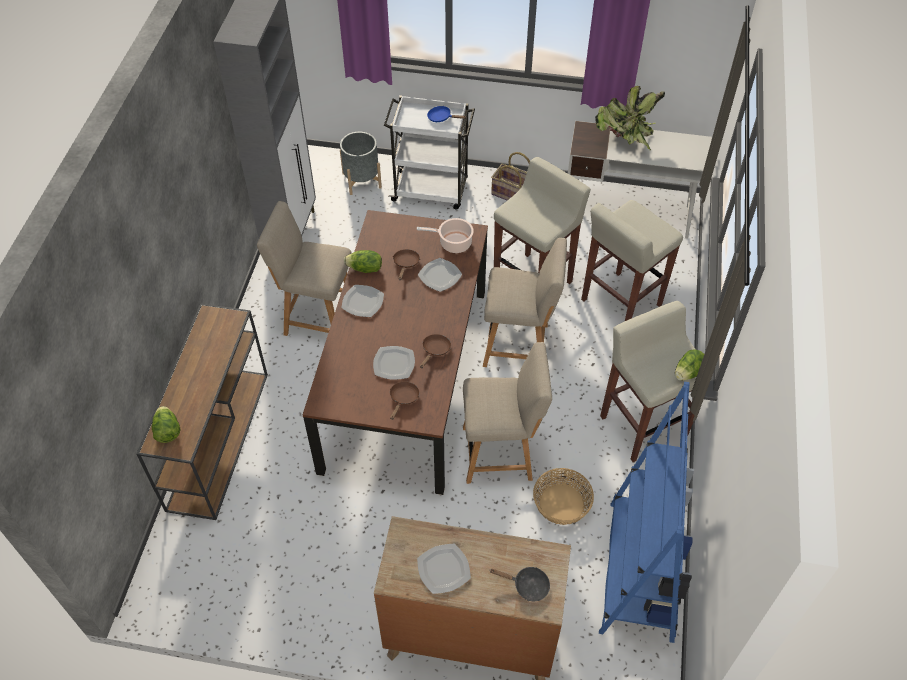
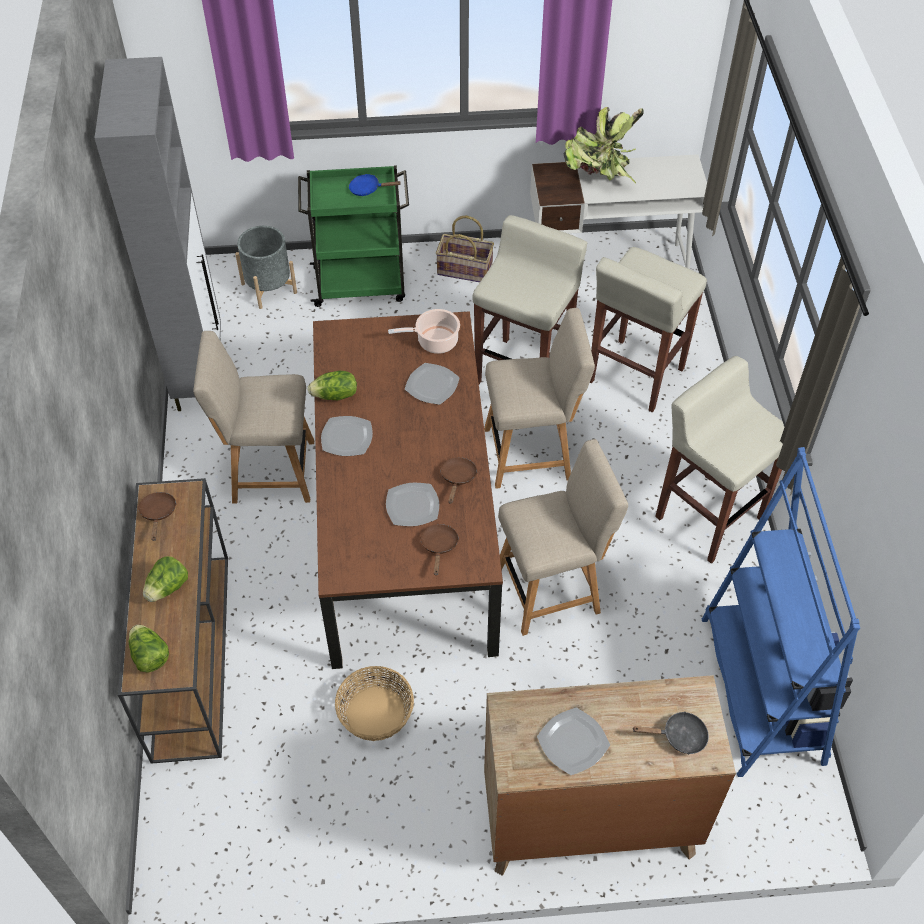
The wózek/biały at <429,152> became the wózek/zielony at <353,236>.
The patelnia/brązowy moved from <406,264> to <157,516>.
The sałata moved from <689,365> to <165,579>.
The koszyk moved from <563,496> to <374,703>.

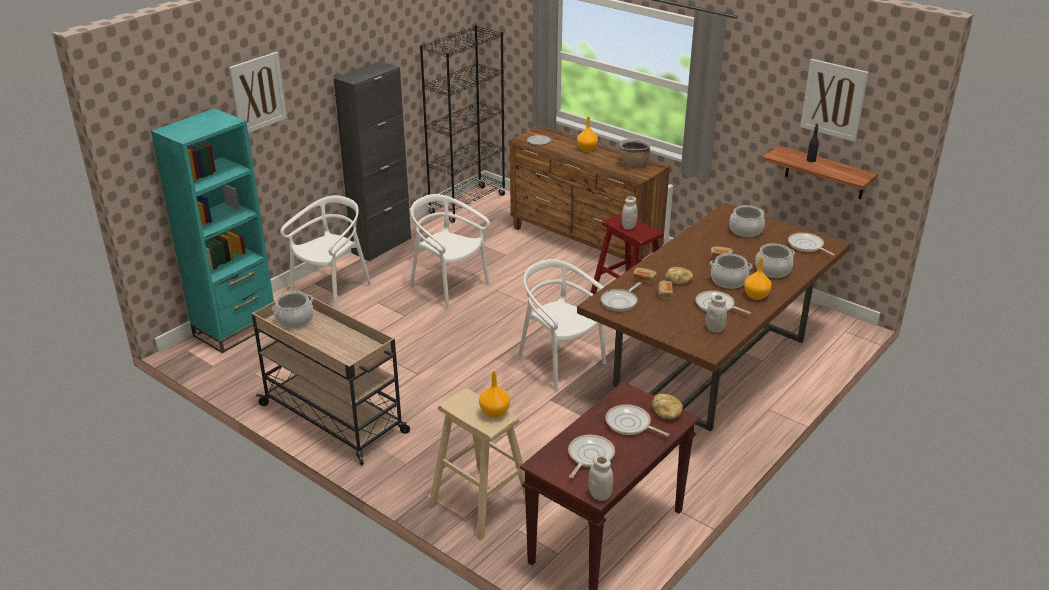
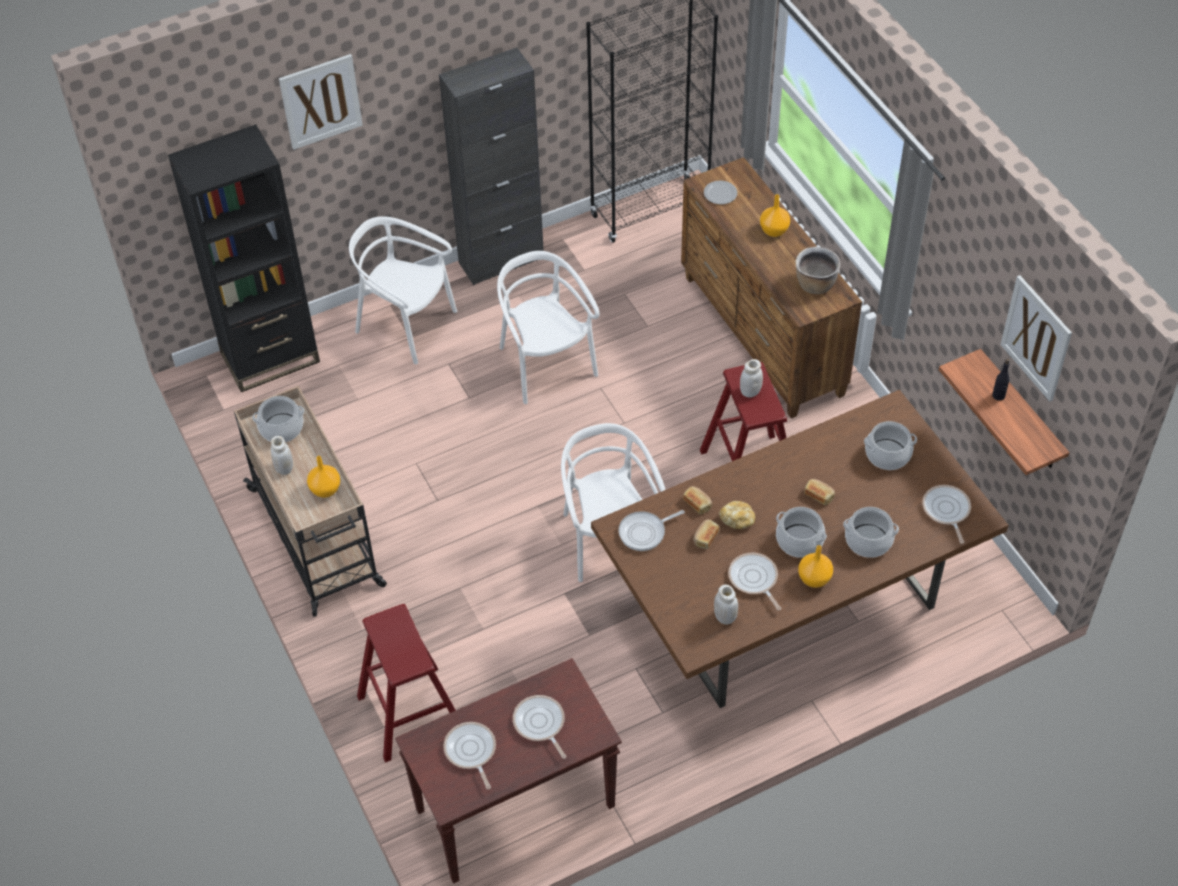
The regał/turkusowy at <212,230> became the regał/czarny at <244,258>.
The krzesło/biały at <325,252> turned 120 degrees counterclockwise.
The wazon/pomarańczowy moved from <494,394> to <323,477>.
The stołek/beżowy at <477,464> became the stołek/czerwony at <406,683>.
The chleb at <667,406> disappeared.
The patelnia at <591,456> turned 75 degrees counterclockwise.
The słoik/biały moved from <601,478> to <282,455>.

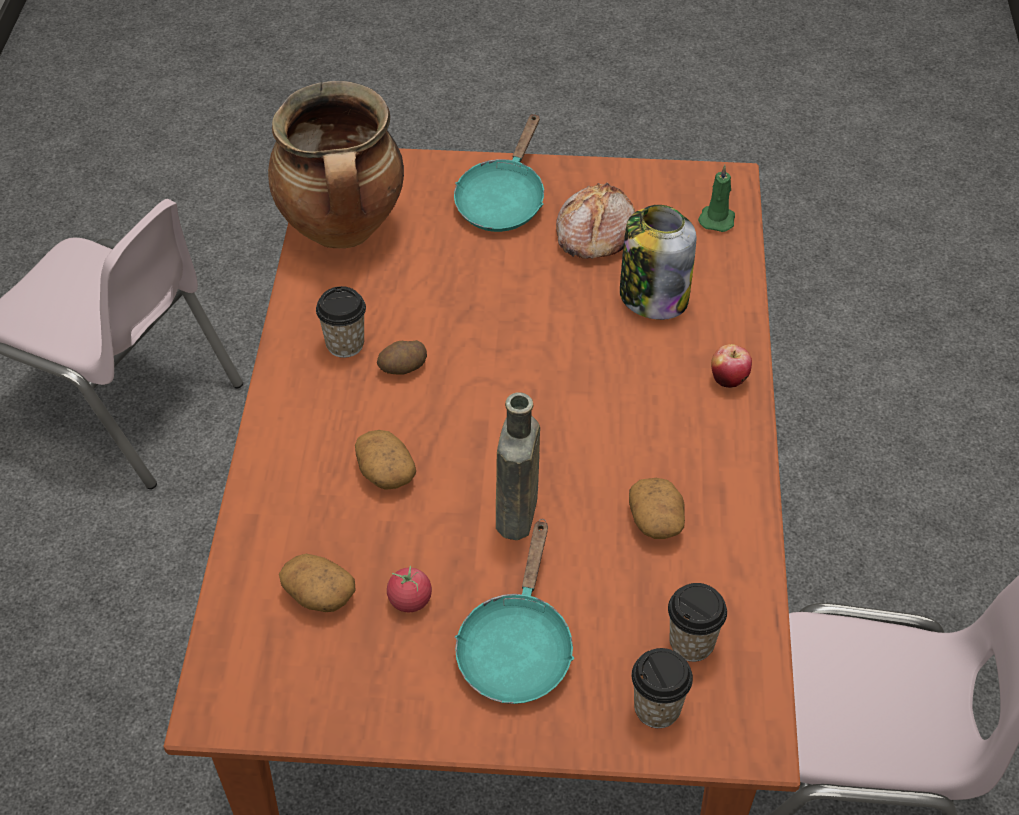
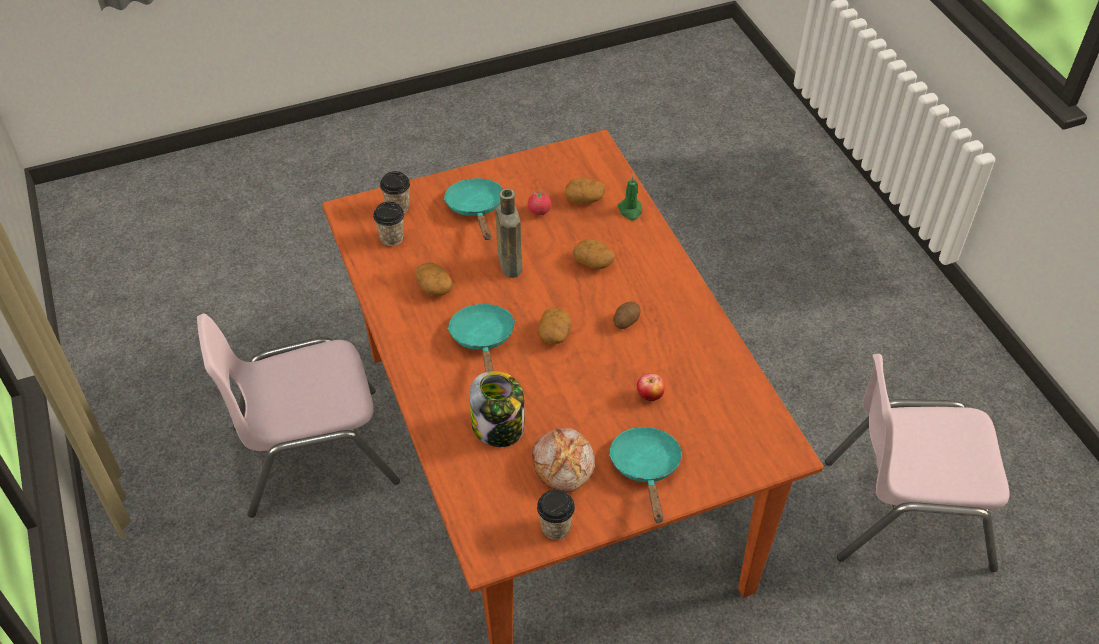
The garnek at <336,164> disappeared.
The świeca/zielony moved from <716,198> to <630,198>.
The filiżanka moved from <341,322> to <556,514>.
The jabłko moved from <731,366> to <651,387>.
The patelnia/turkusowy at <481,338> appeared.
The ziemniak at <555,326> appeared.

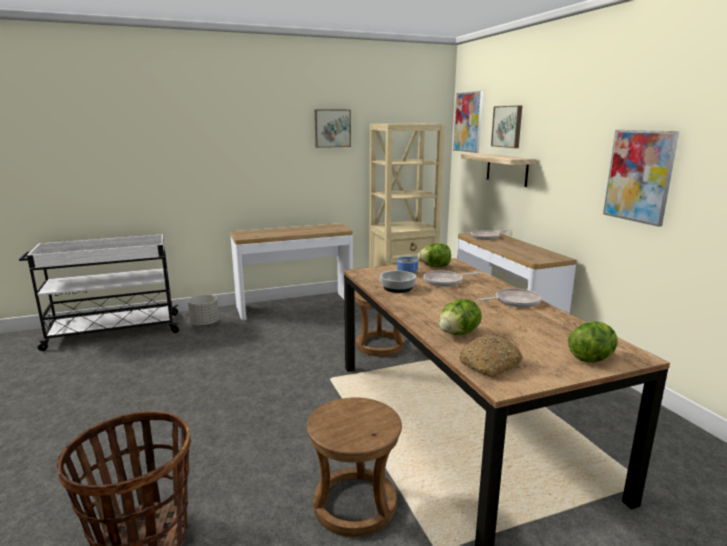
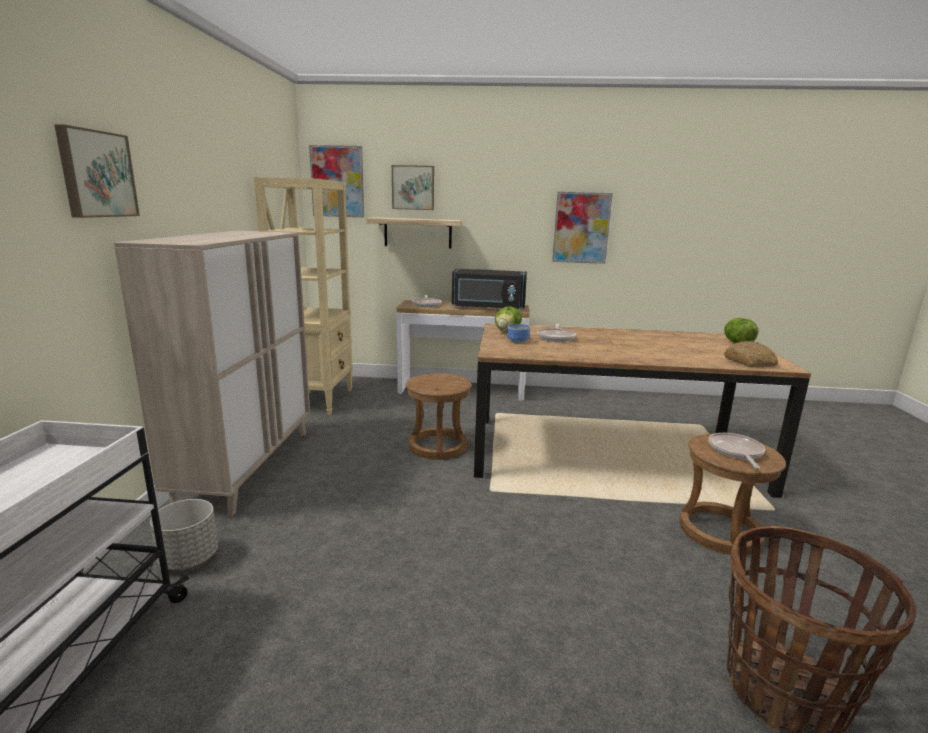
The obraz moved from <332,128> to <97,171>.
The stolik konsolowy at <291,271> was replaced by the szafka/beżowy at <212,374>.
The miska at <398,282> disappeared.
The patelnia moved from <509,298> to <737,451>.
The sałata at <460,317> disappeared.
The mikrofalówka/czarny at <489,289> appeared.

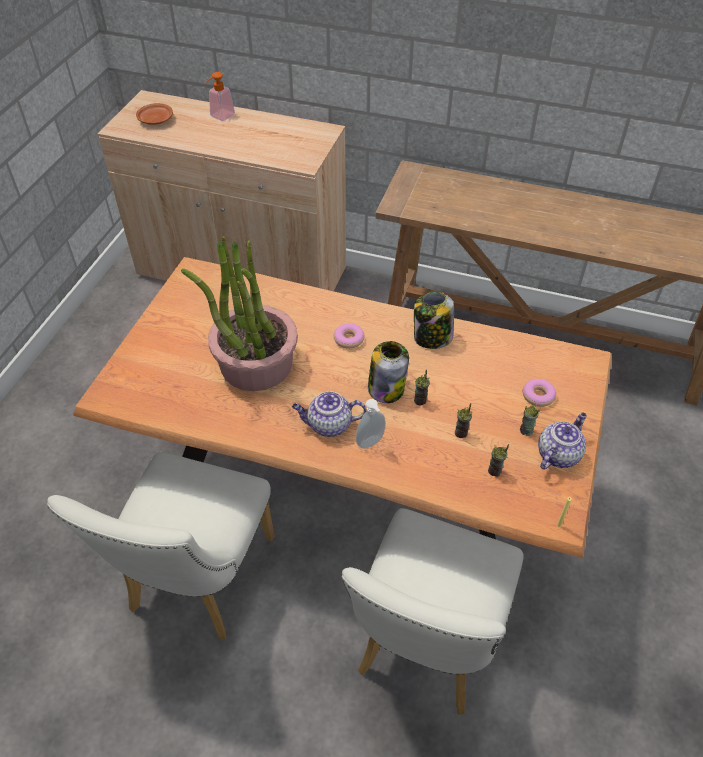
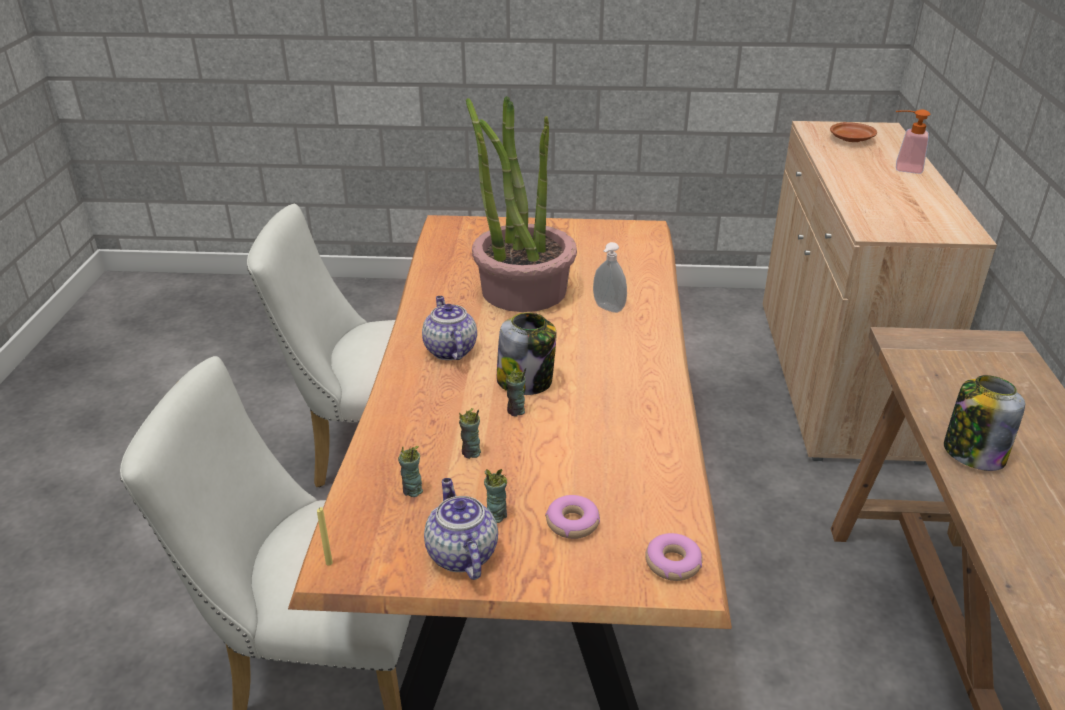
The słoik moved from <434,320> to <984,423>.
The donut moved from <349,336> to <674,557>.
The dozownik mydła moved from <371,424> to <610,277>.
The imbryk at <562,441> turned 135 degrees counterclockwise.

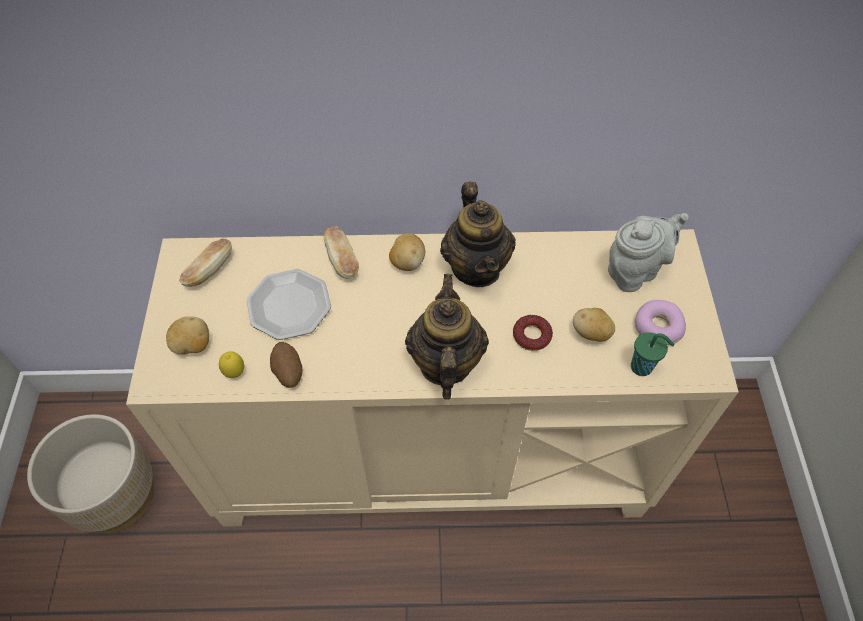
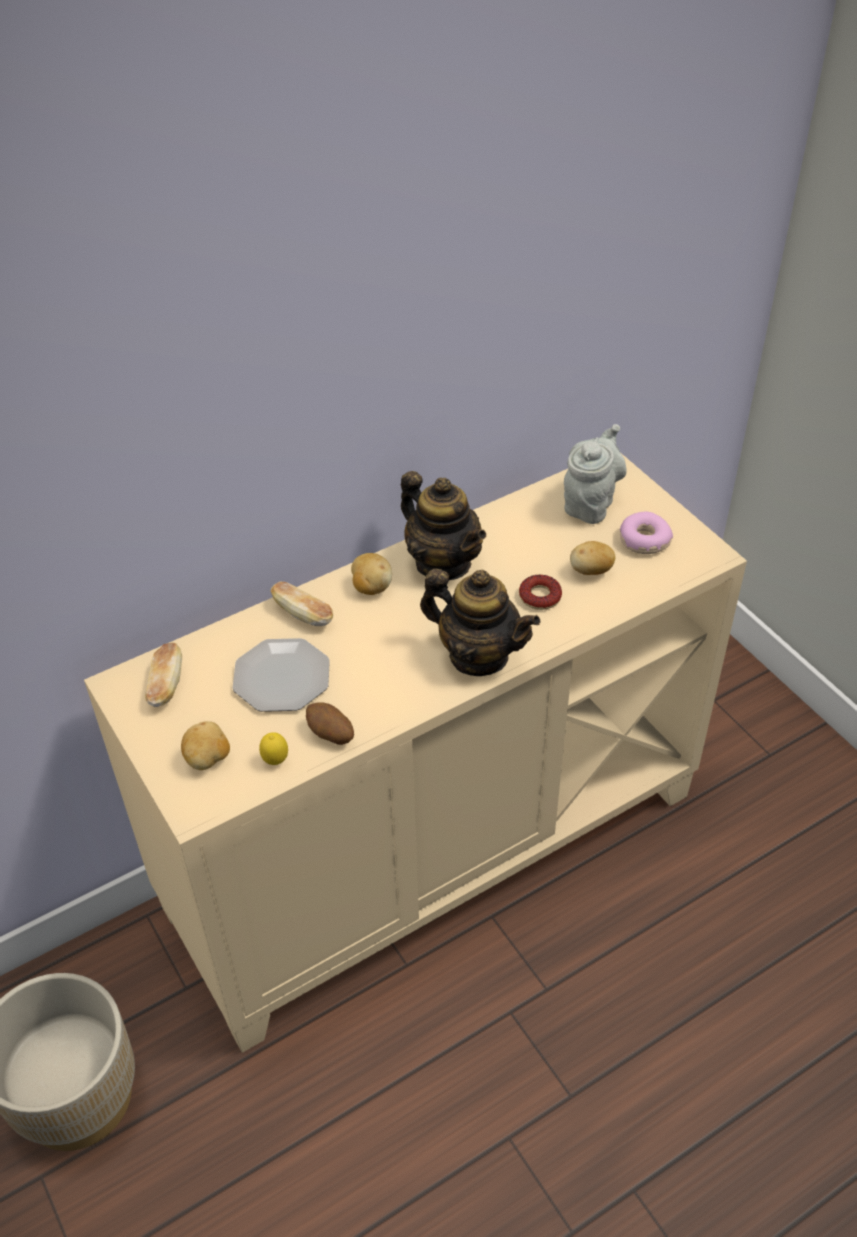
The imbryk at <447,337> turned 150 degrees clockwise.
The filiżanka/zielony at <653,354> disappeared.

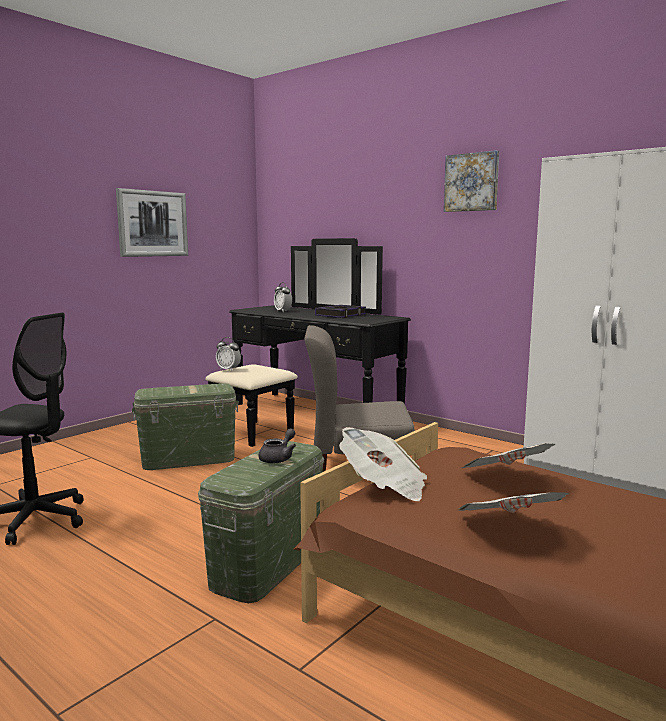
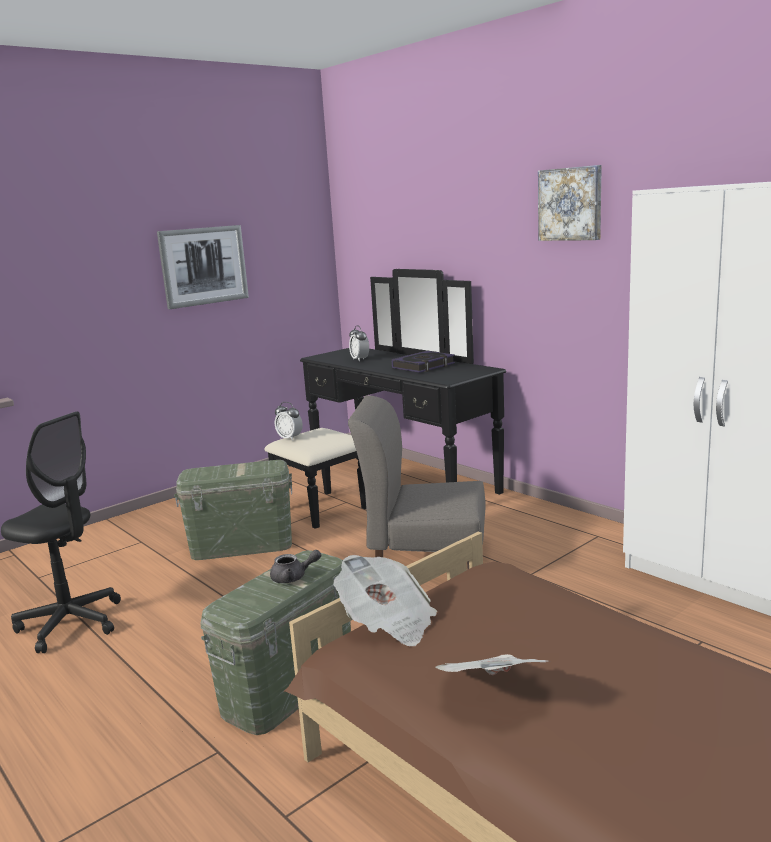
The imbryk/szary at <277,445> turned 45 degrees clockwise.
The gazeta at <508,455> disappeared.

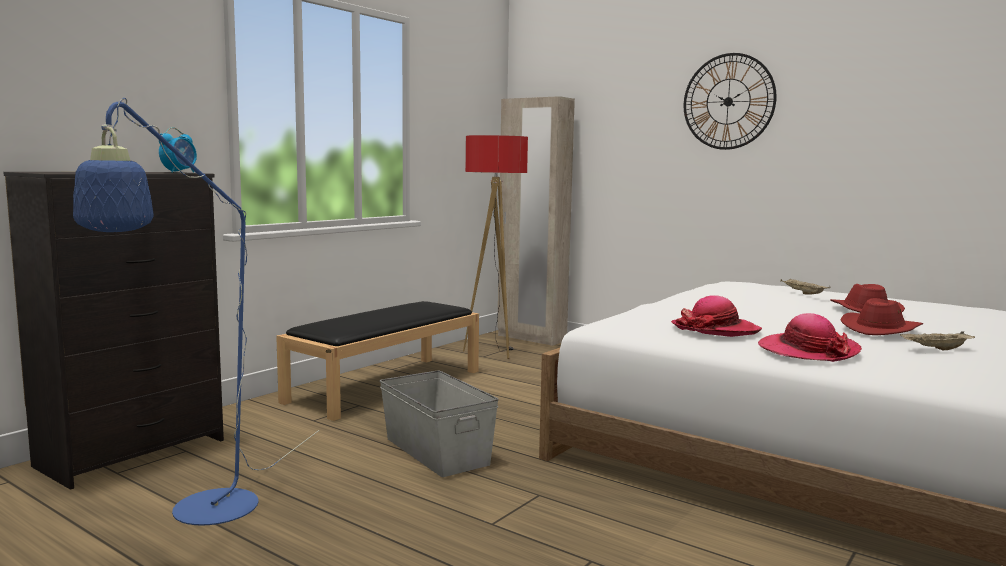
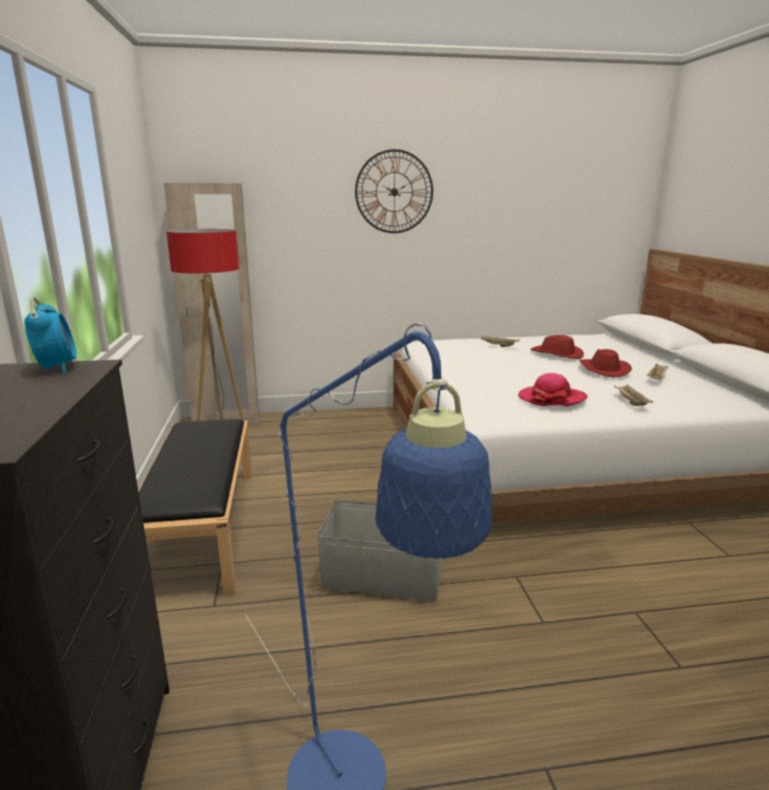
The kapelusz at <809,337> was replaced by the taca/beżowy at <633,395>.

